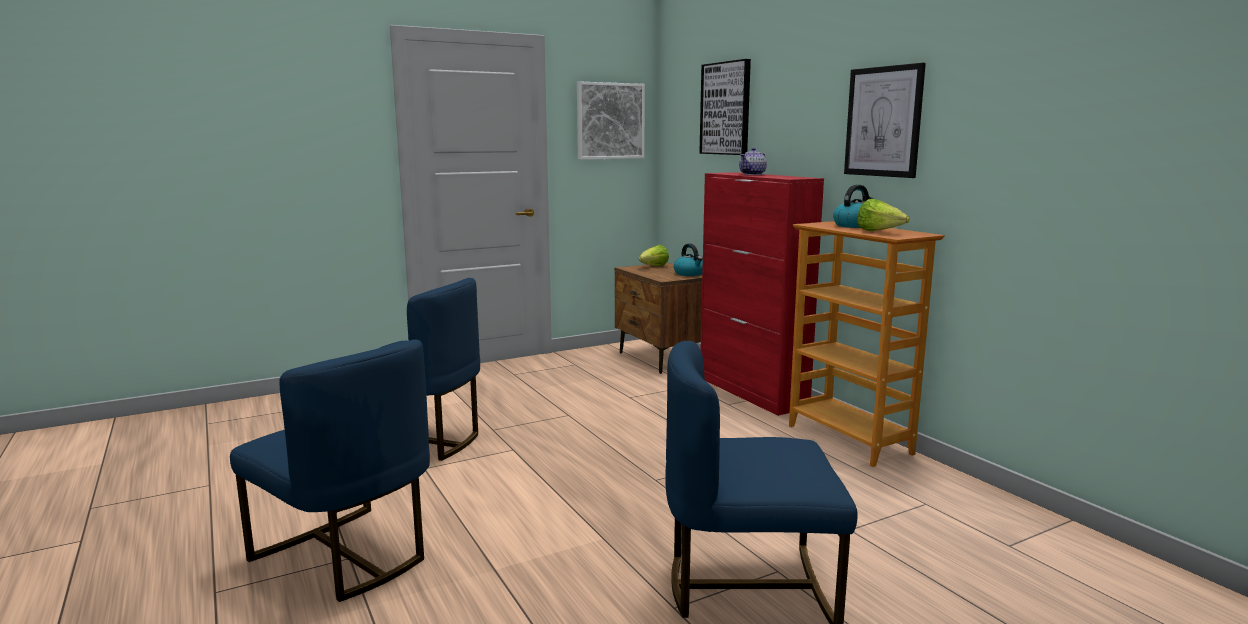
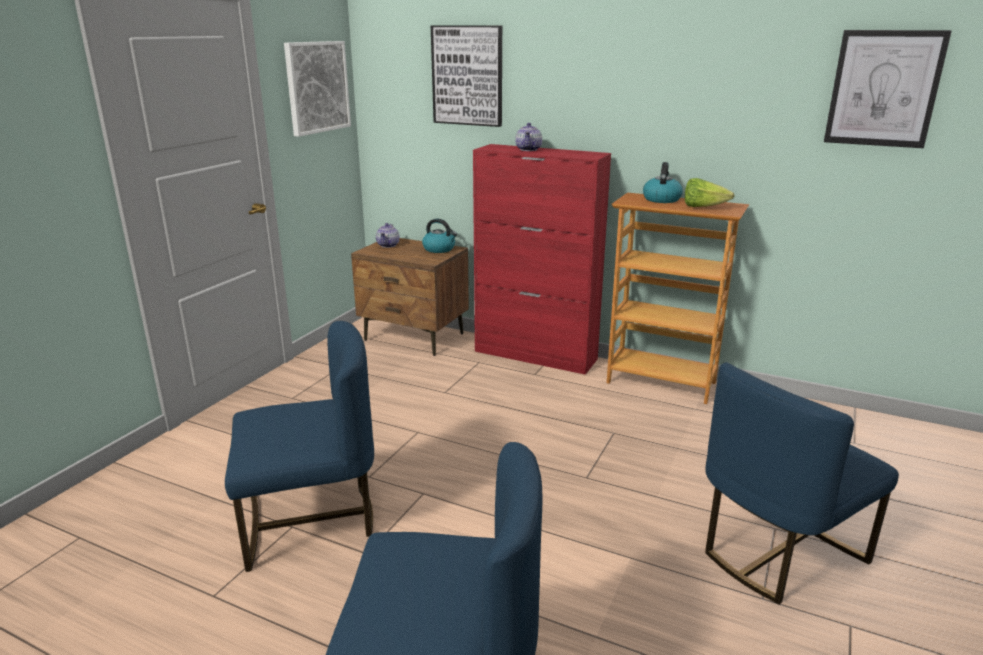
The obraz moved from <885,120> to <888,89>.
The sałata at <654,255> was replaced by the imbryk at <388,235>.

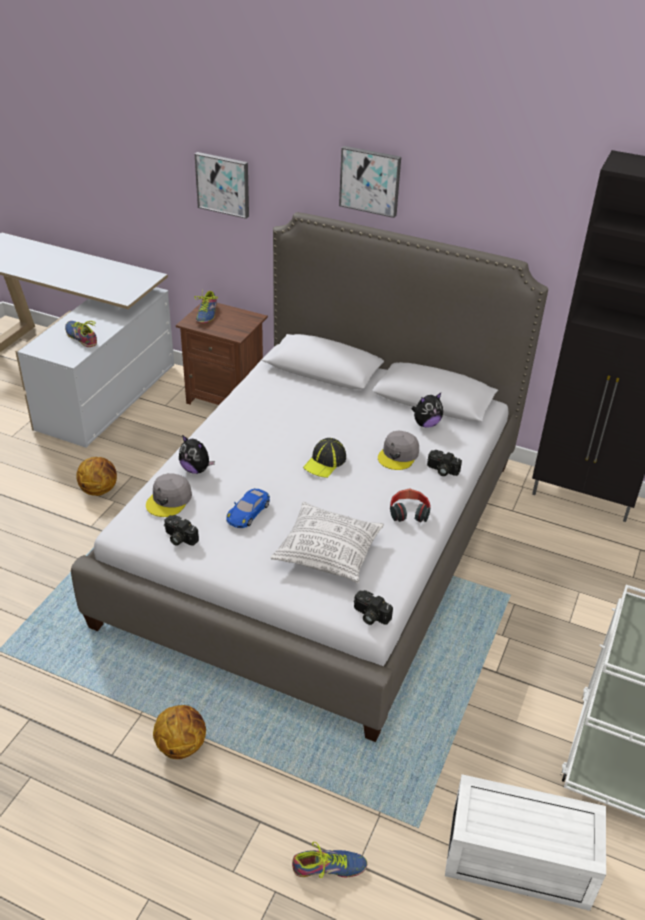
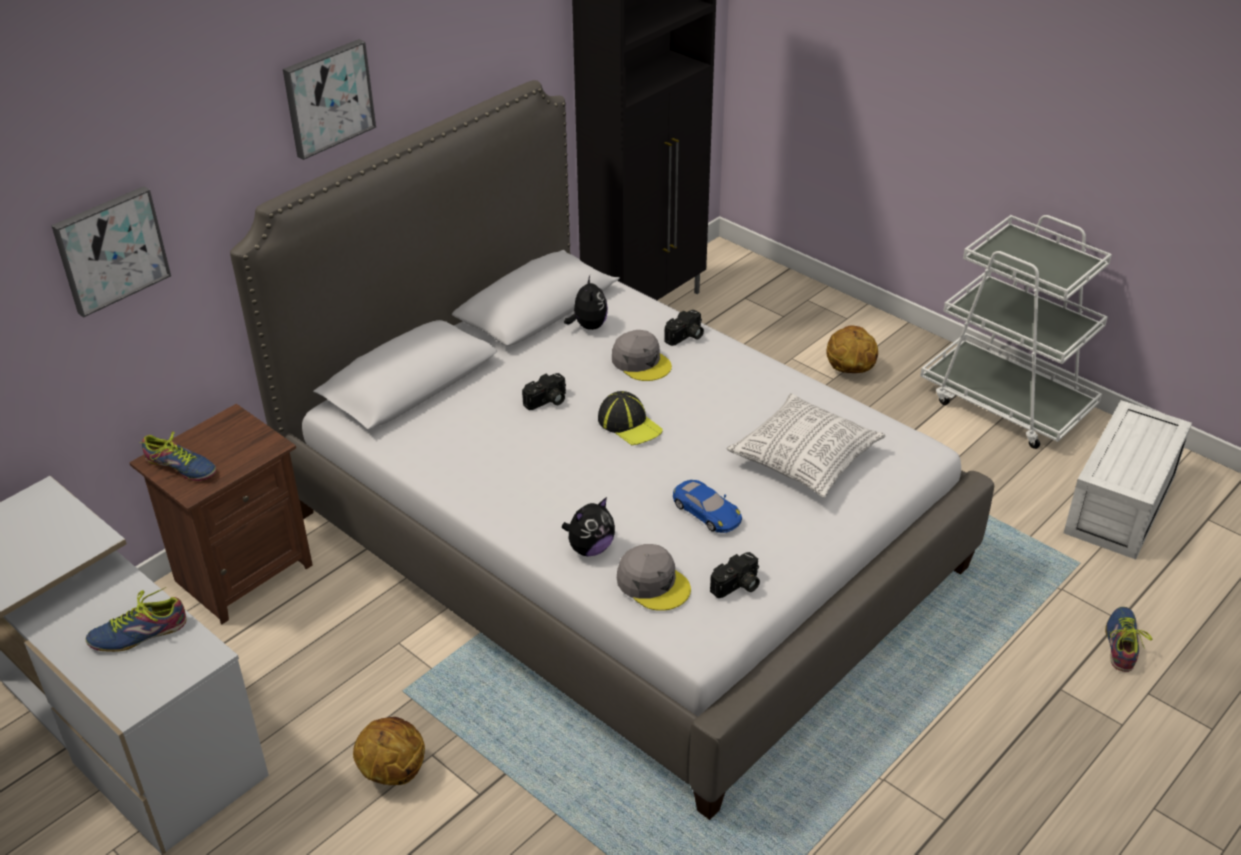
The słuchawki at <410,505> disappeared.
The aparat fotograficzny moved from <373,607> to <544,391>.
The piłka do koszykówki moved from <179,732> to <852,349>.

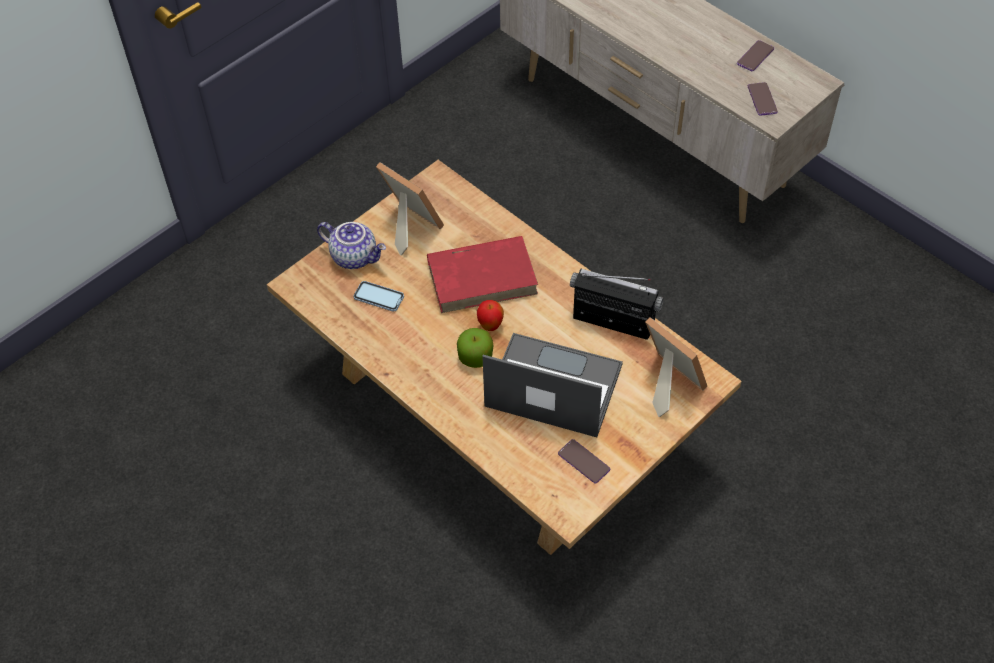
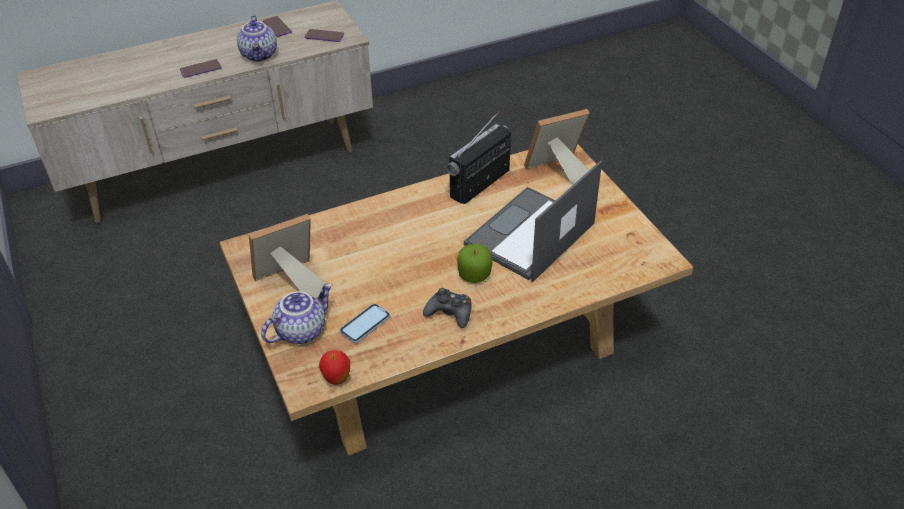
The książka/czerwony at <482,274> disappeared.
The jabłko moved from <490,315> to <334,367>.
The telefon moved from <584,461> to <201,68>.
The imbryk at <257,38> appeared.
The pad do gier/czarny at <447,308> appeared.

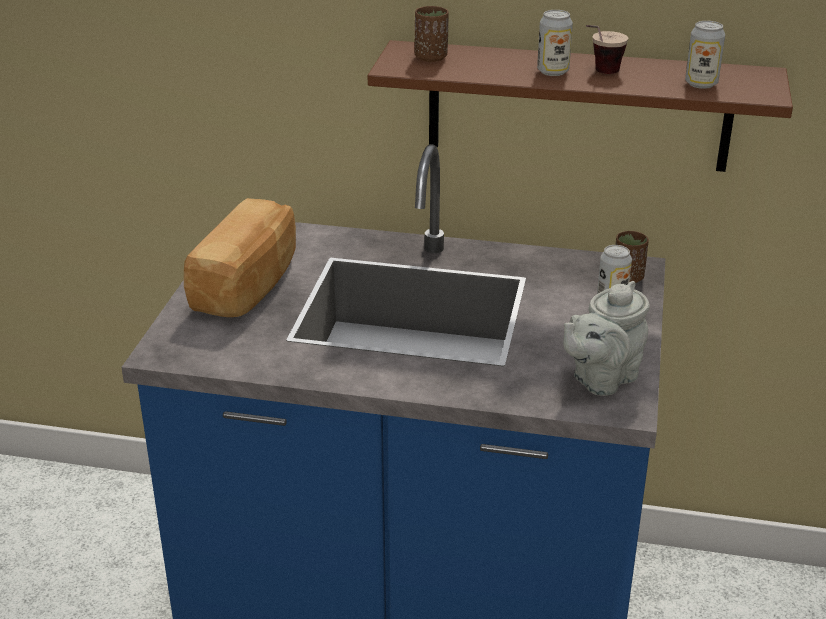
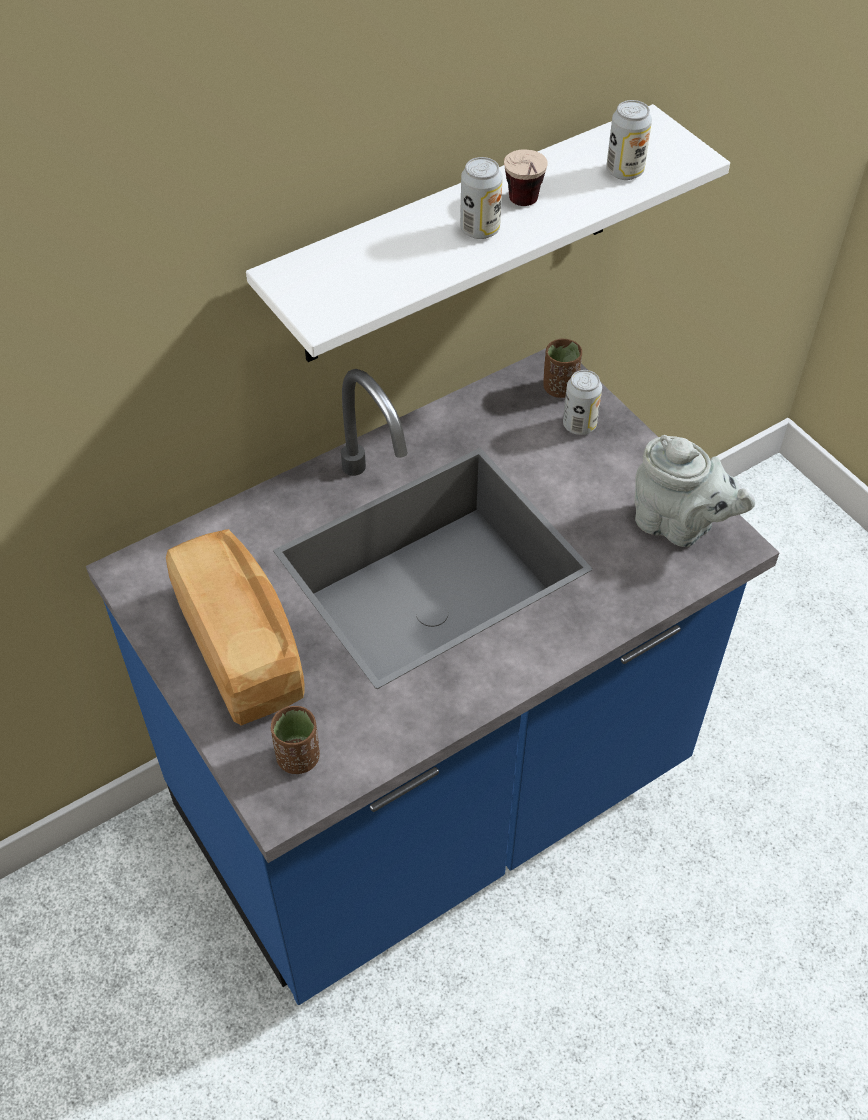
The filiżanka/brązowy moved from <432,34> to <295,740>.
The półka/brązowy at <580,106> became the półka/biały at <488,233>.
The imbryk/szary at <606,338> turned 60 degrees counterclockwise.

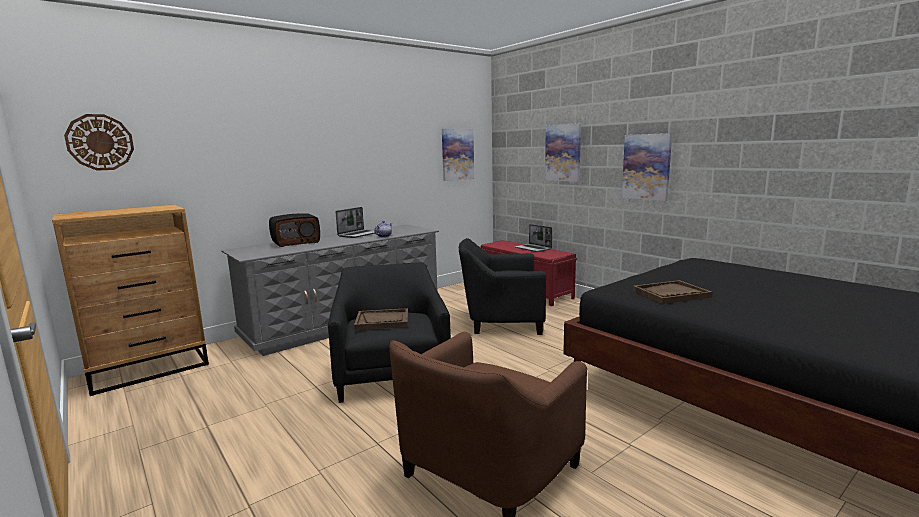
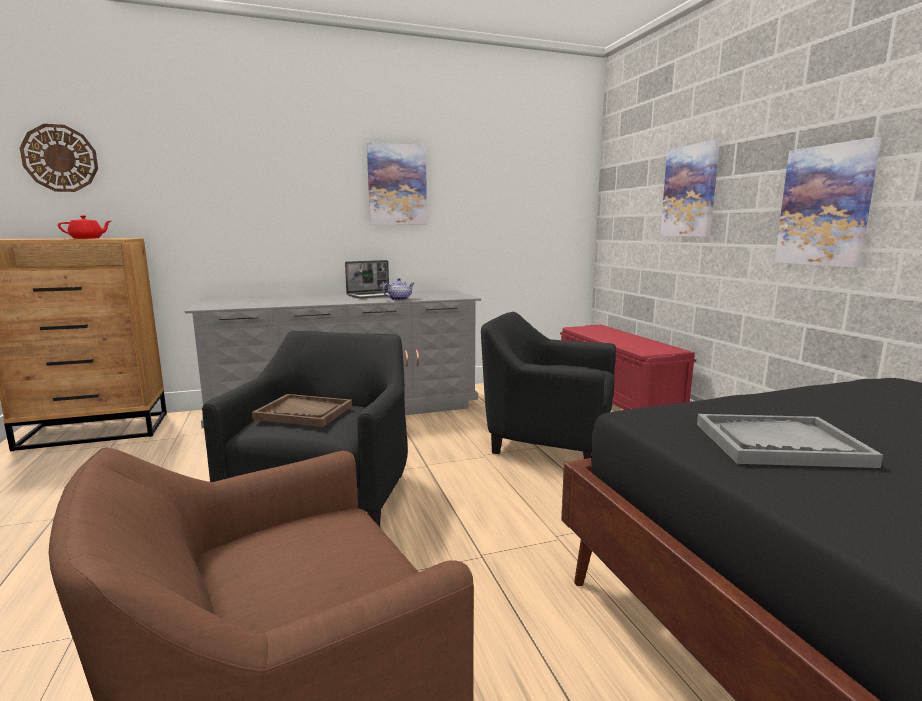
The obraz moved from <458,155> to <397,183>.
The radio at <294,230> disappeared.
The laptop at <533,238> disappeared.
The taca/brązowy at <672,292> became the taca/szary at <790,441>.
The imbryk/czerwony at <84,227> appeared.

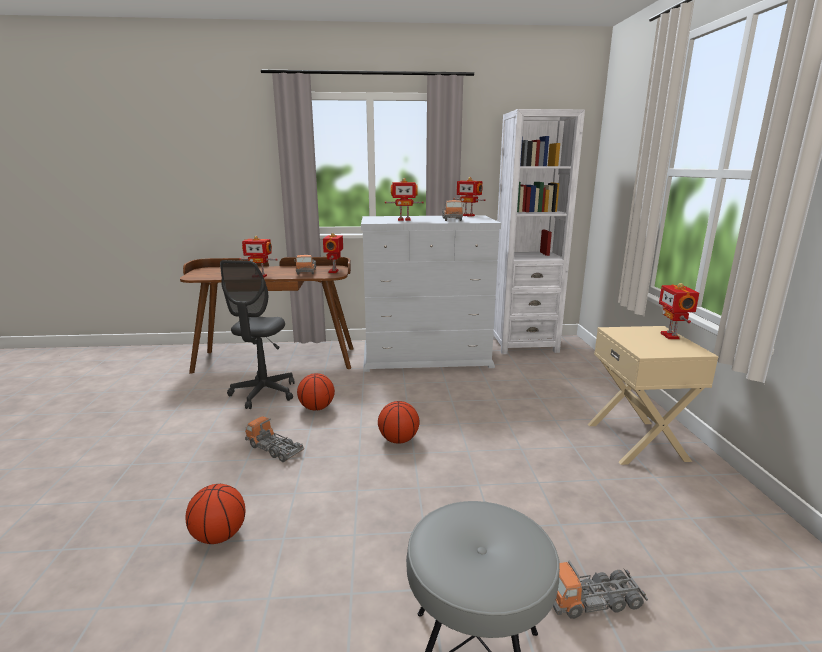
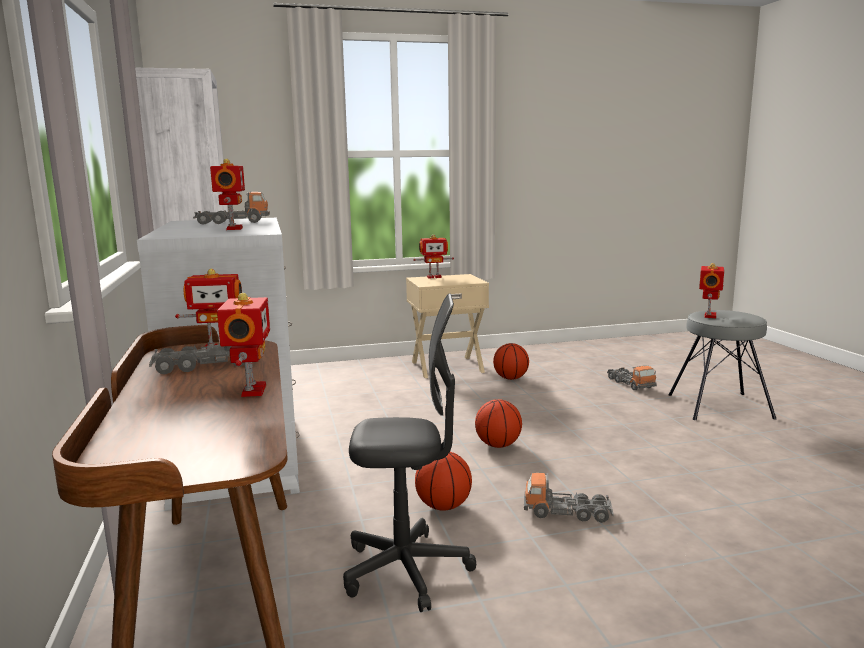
The robot zabawkowy moved from <469,197> to <711,290>.
The ciężarówka zabawkowa at <274,439> turned 75 degrees clockwise.
The piłka do koszykówki moved from <215,514> to <511,361>.

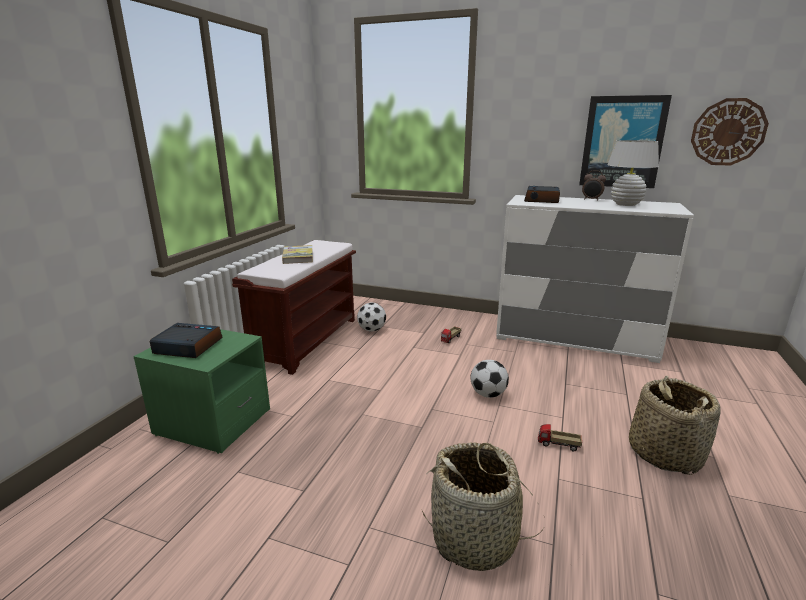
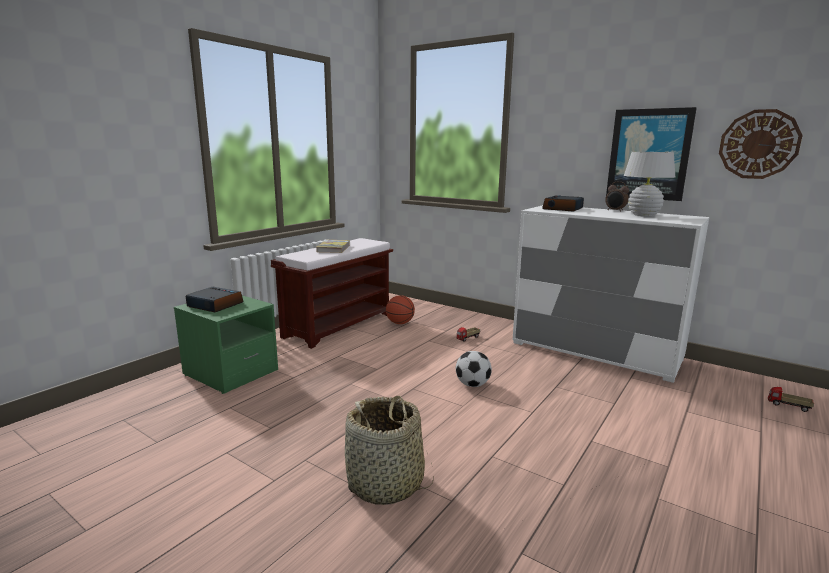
The piłka futbolowa at <371,317> was replaced by the piłka do koszykówki at <400,309>.
The koszyk at <675,425> disappeared.
The ciężarówka zabawkowa moved from <560,438> to <791,399>.

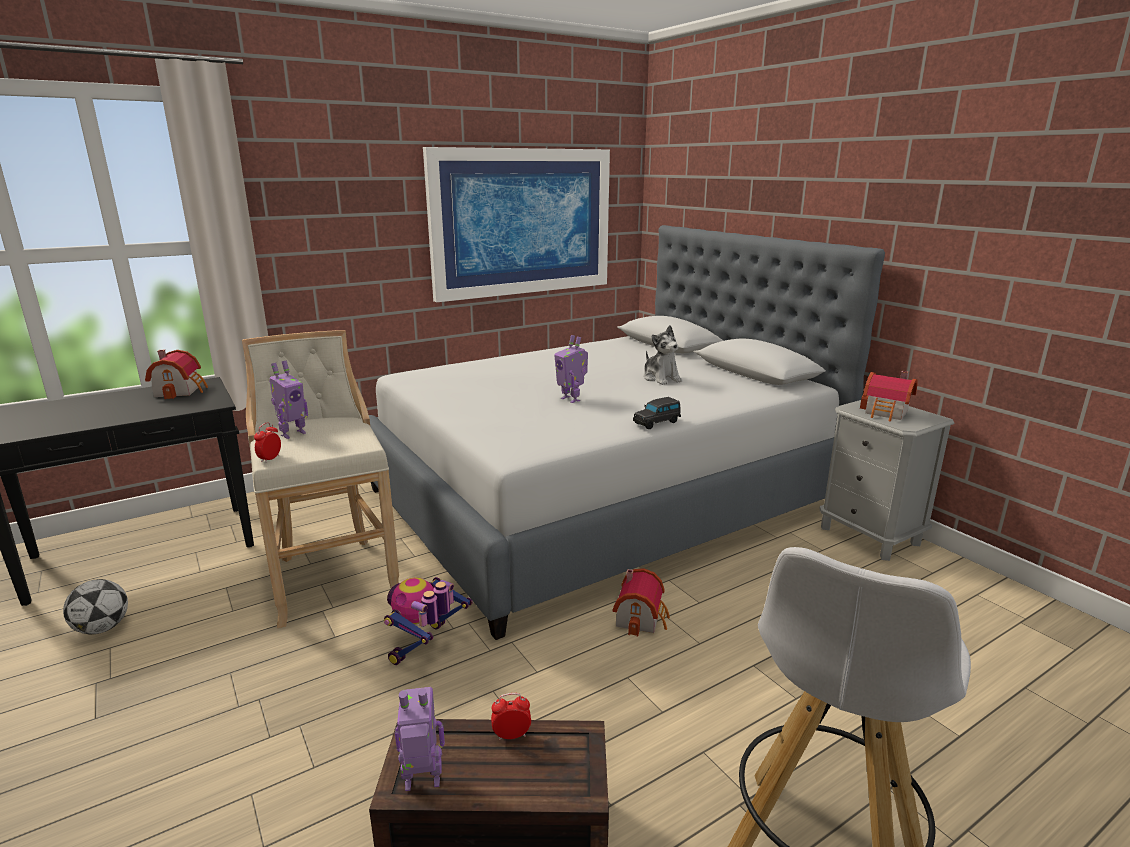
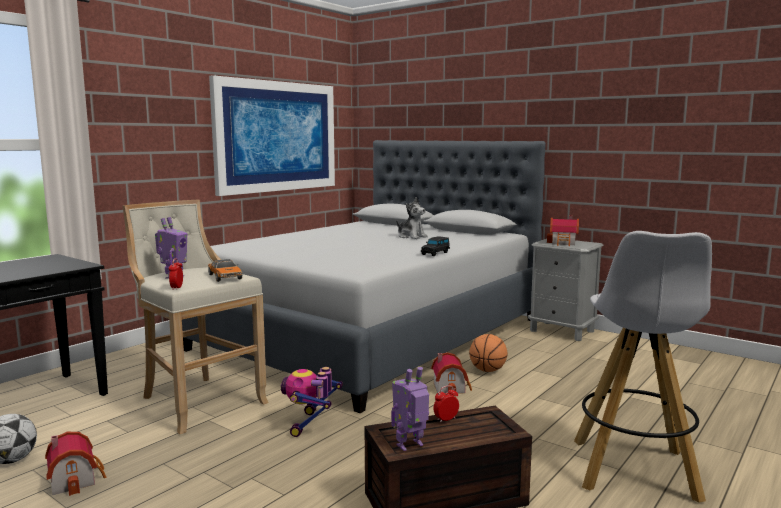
The robot zabawkowy at <571,369> disappeared.
The domek moved from <176,374> to <75,464>.
The samochodzik at <225,270> appeared.
The piłka do koszykówki at <488,353> appeared.

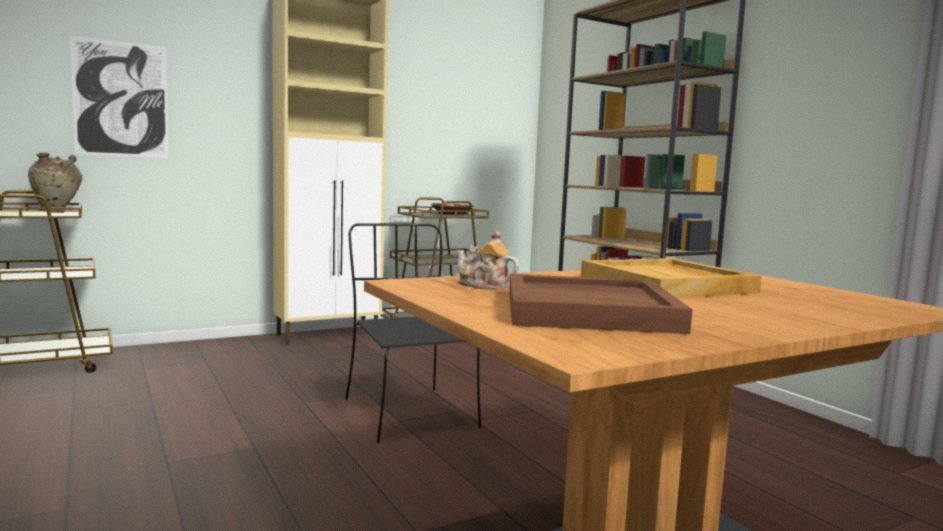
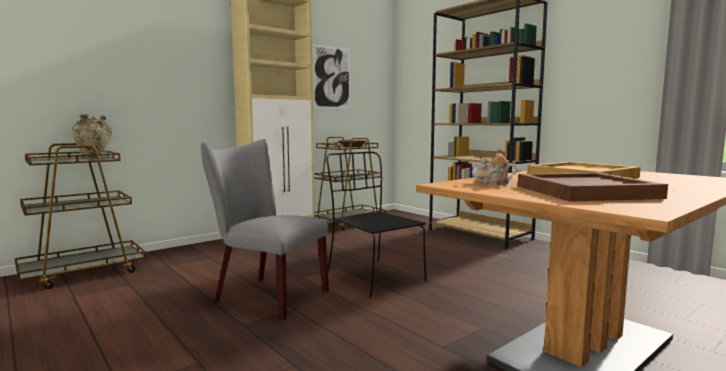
The obraz moved from <119,97> to <331,76>.
The krzesło/szary at <265,230> appeared.

